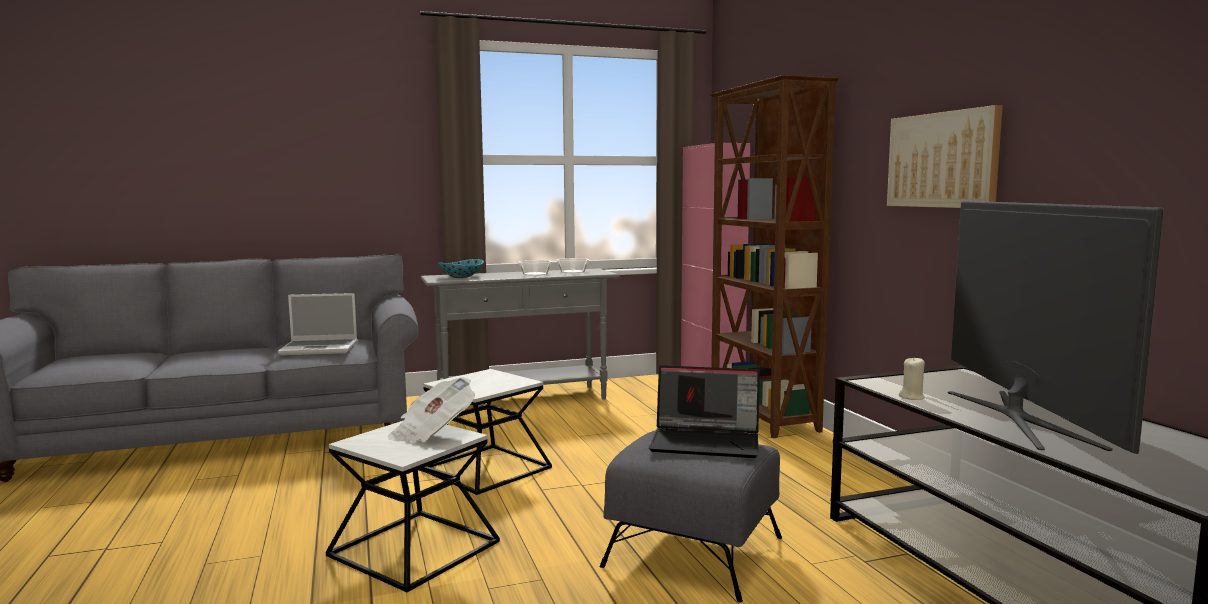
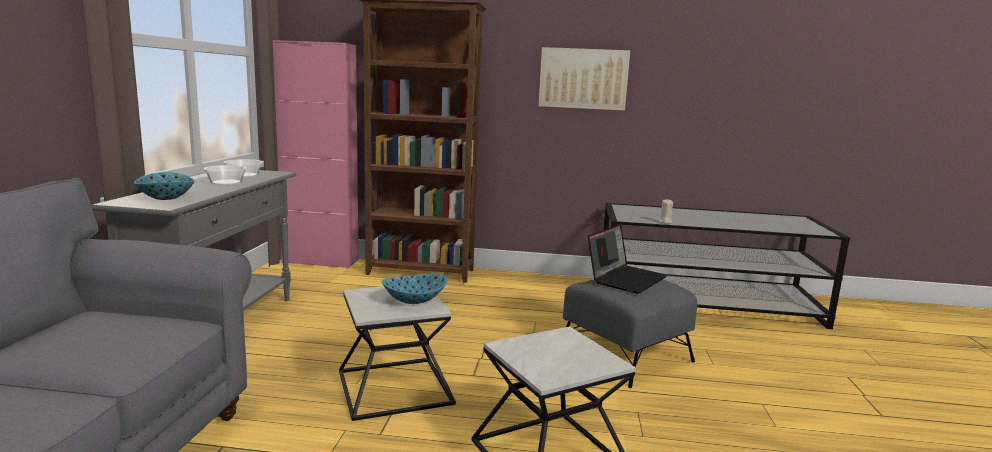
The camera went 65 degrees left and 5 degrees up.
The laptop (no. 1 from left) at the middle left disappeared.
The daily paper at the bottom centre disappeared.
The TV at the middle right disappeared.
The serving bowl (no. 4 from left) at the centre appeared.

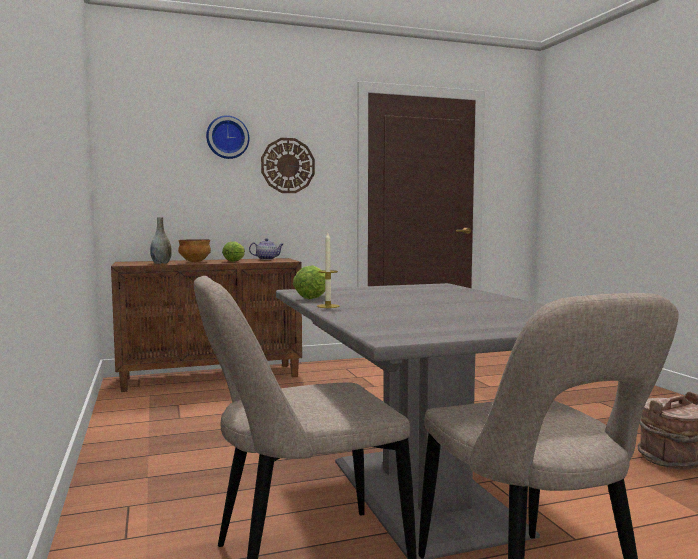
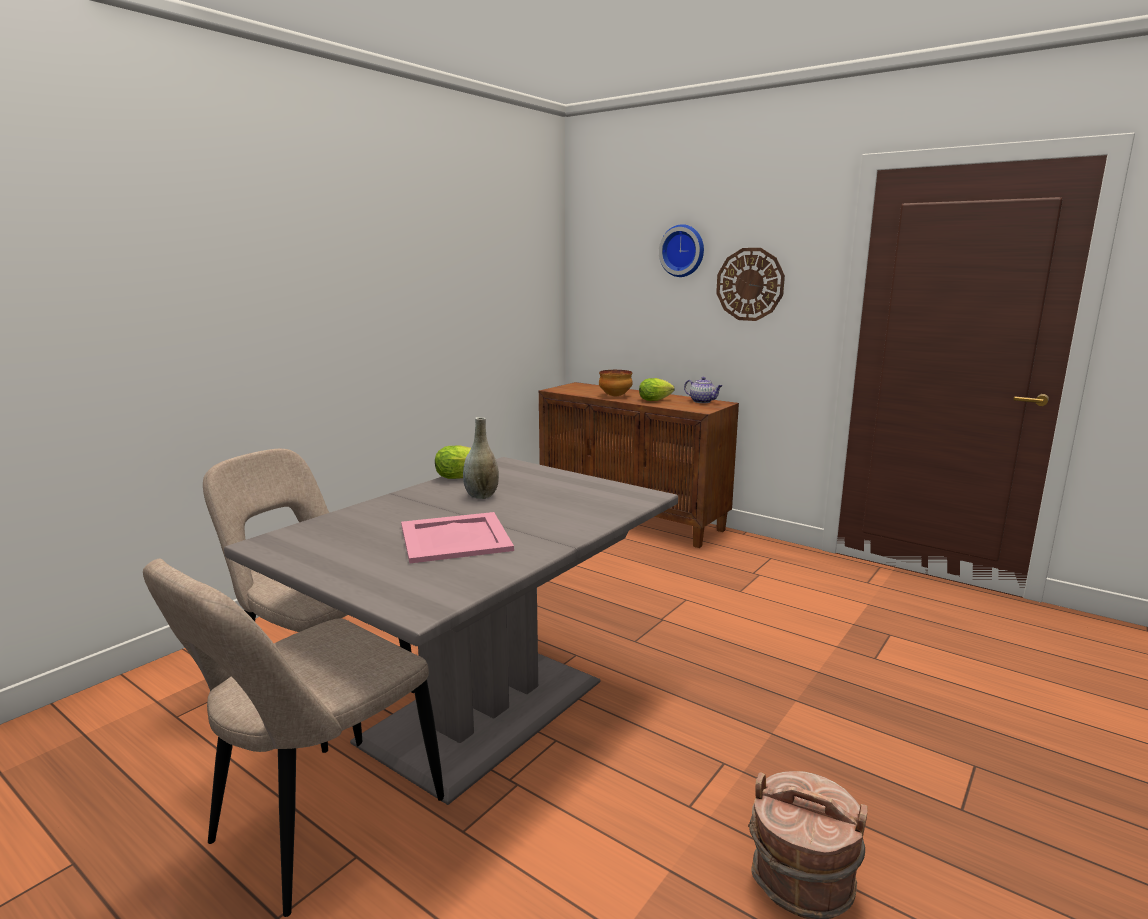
The camera went 55 degrees right and 10 degrees up.
The greyish flower vase moved from the middle left to the centre.
The wax candle at the centre disappeared.
The pinkish serving tray at the centre appeared.

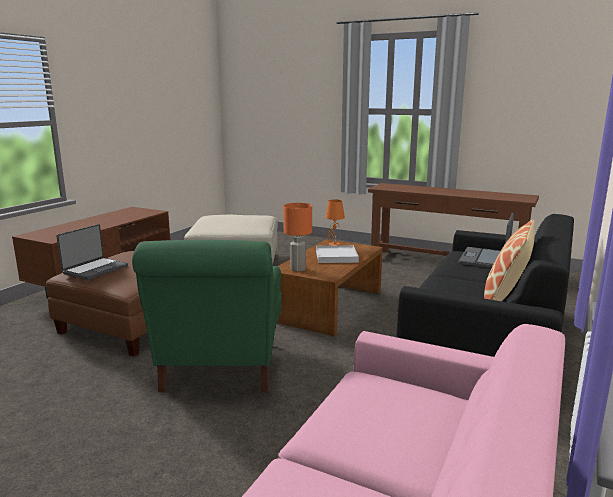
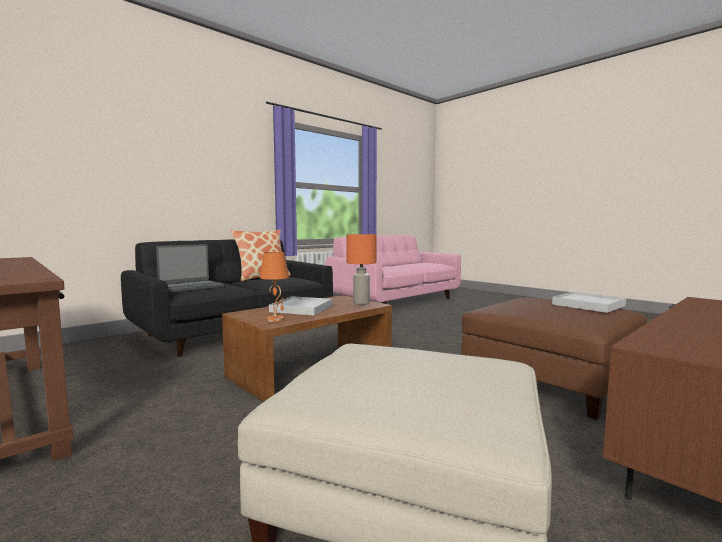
The camera went 160 degrees left and 10 degrees down.
The laptop (no. 1 from left) at the middle left was replaced by the white-coloured serving tray (no. 2 from left) at the middle right.
The greenish armchair at the centre disappeared.

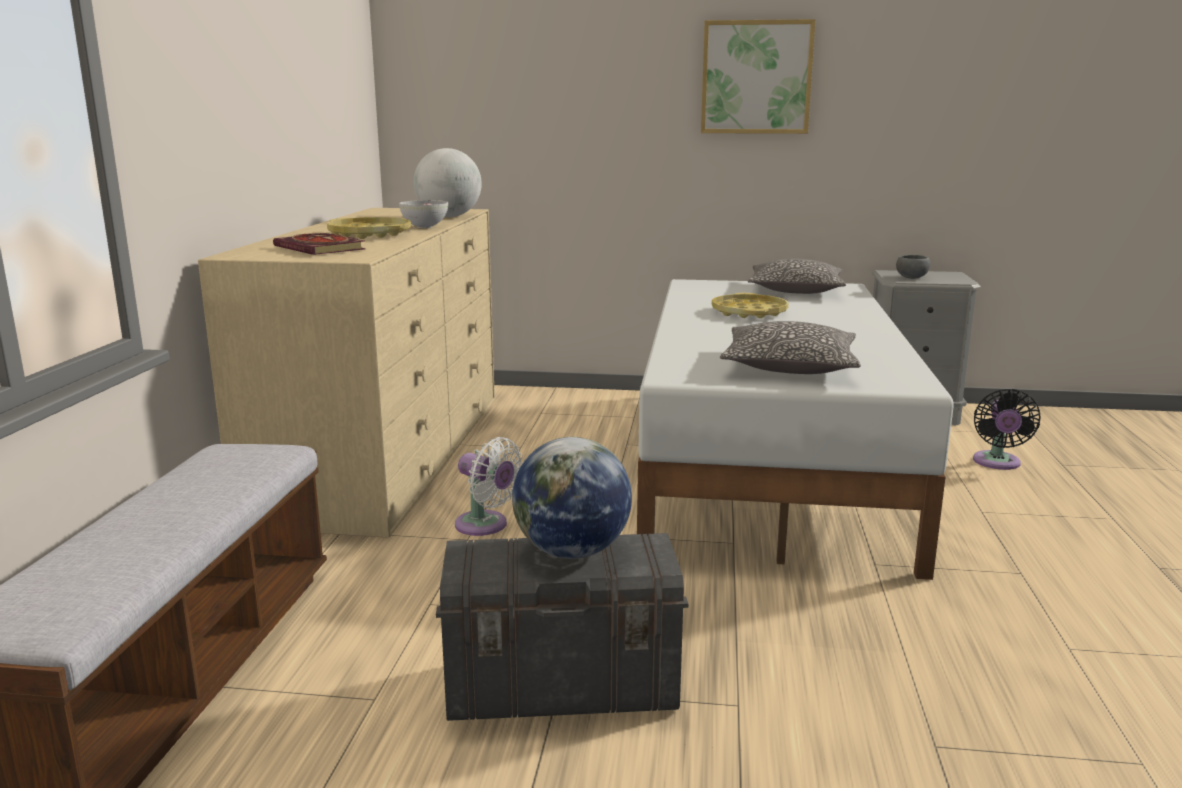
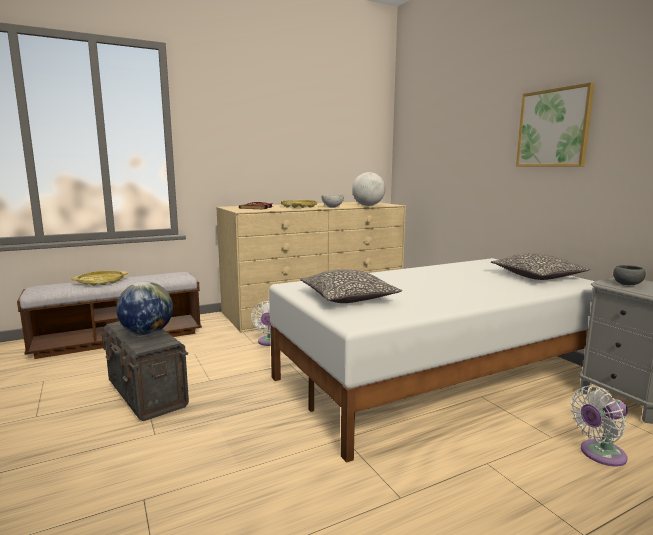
The camera went 55 degrees right and 5 degrees down.
The yellowish serving tray (no. 2 from left in the first image) moved from the centre to the middle left.
The black fan at the middle right became the white-coloured fan (no. 2 from left) at the bottom right.

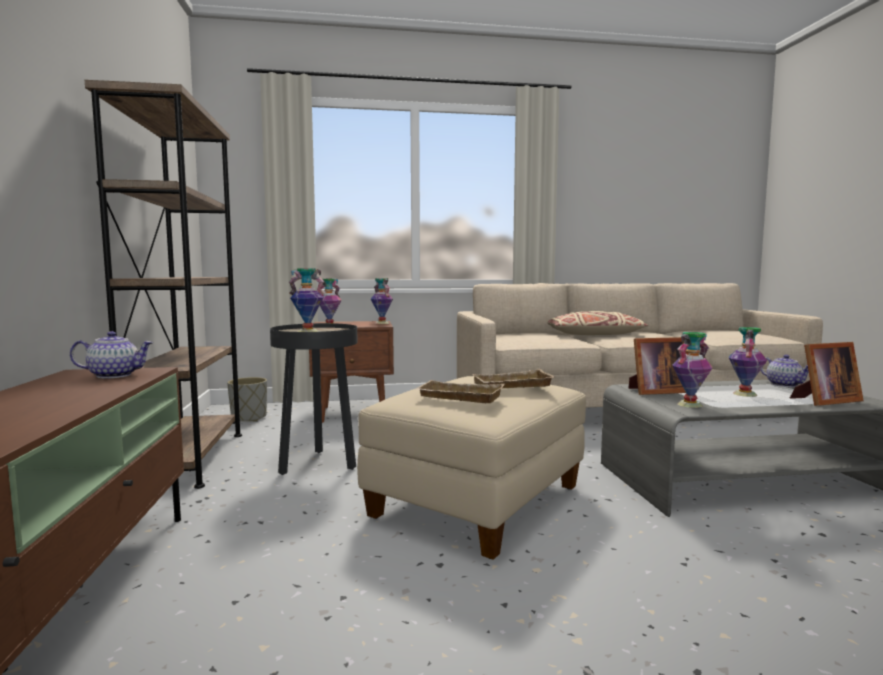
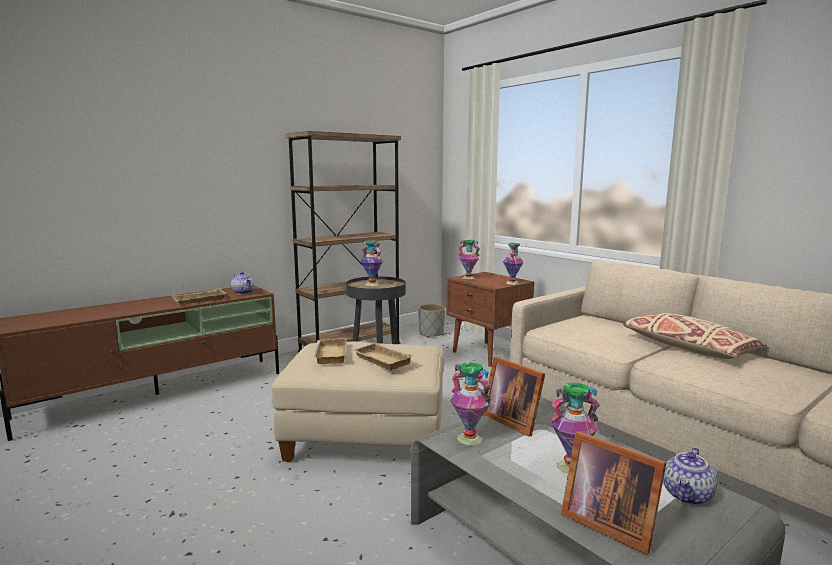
The camera went 60 degrees right and 5 degrees up.
The sand-coloured serving tray (no. 1 from left) at the middle left appeared.

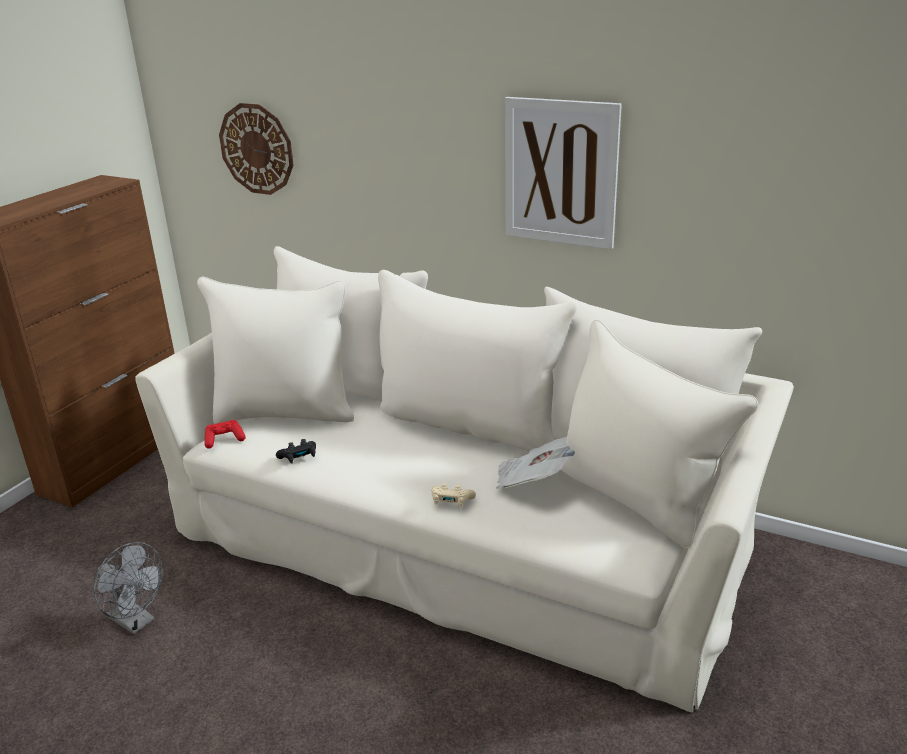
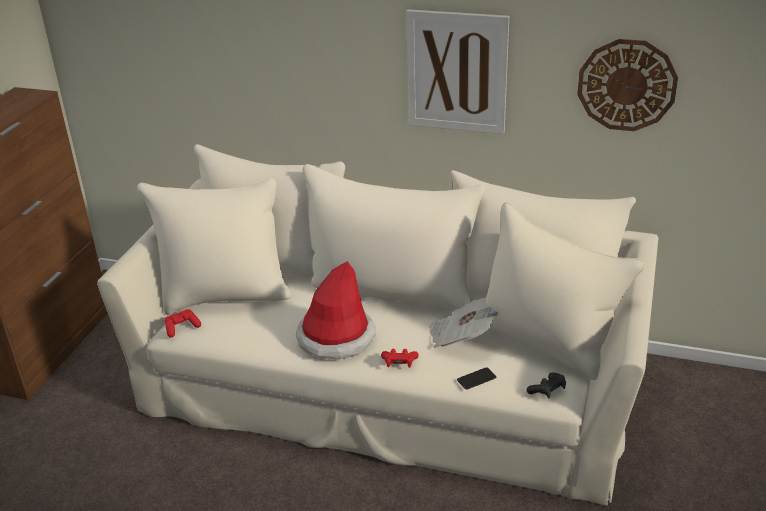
The camera went 10 degrees left and 5 degrees up.
The greyish fan at the bottom left disappeared.
The wall clock moved from the top left to the top right.
The black game controller moved from the middle left to the bottom right.
The sand-coloured game controller at the centre became the reddish game controller (no. 2 from left) at the bottom centre.
The clothing hat at the centre appeared.
The phone at the bottom centre appeared.

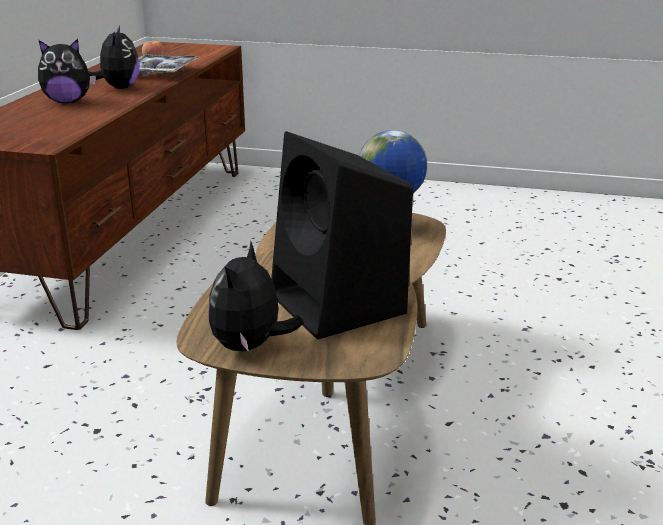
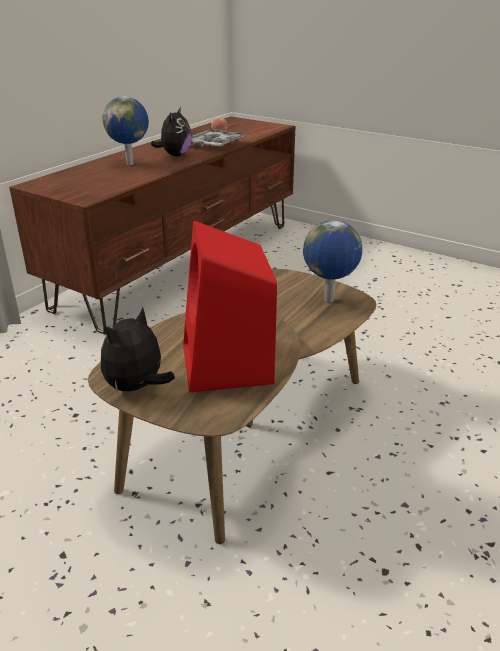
The camera went 20 degrees right and 5 degrees up.
The cuddly toy (no. 1 from left) at the top left was replaced by the desk globe (no. 1 from left) at the top left.
The black speaker at the centre became the reddish speaker at the centre.

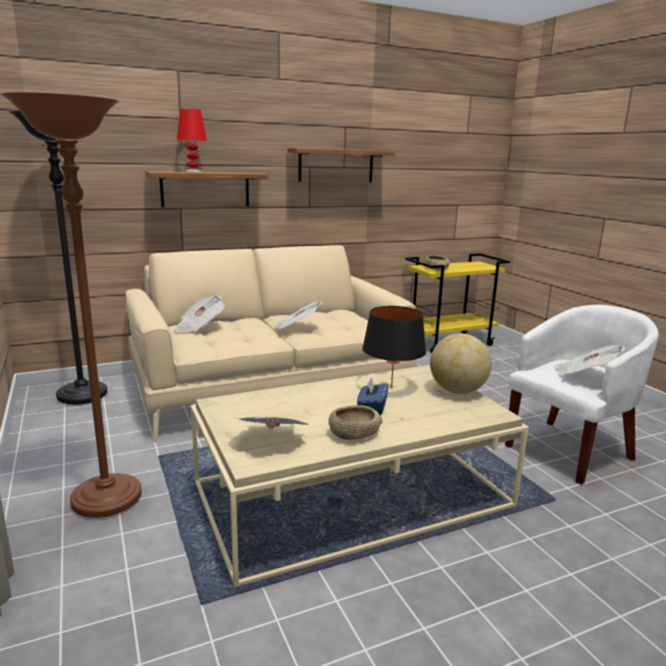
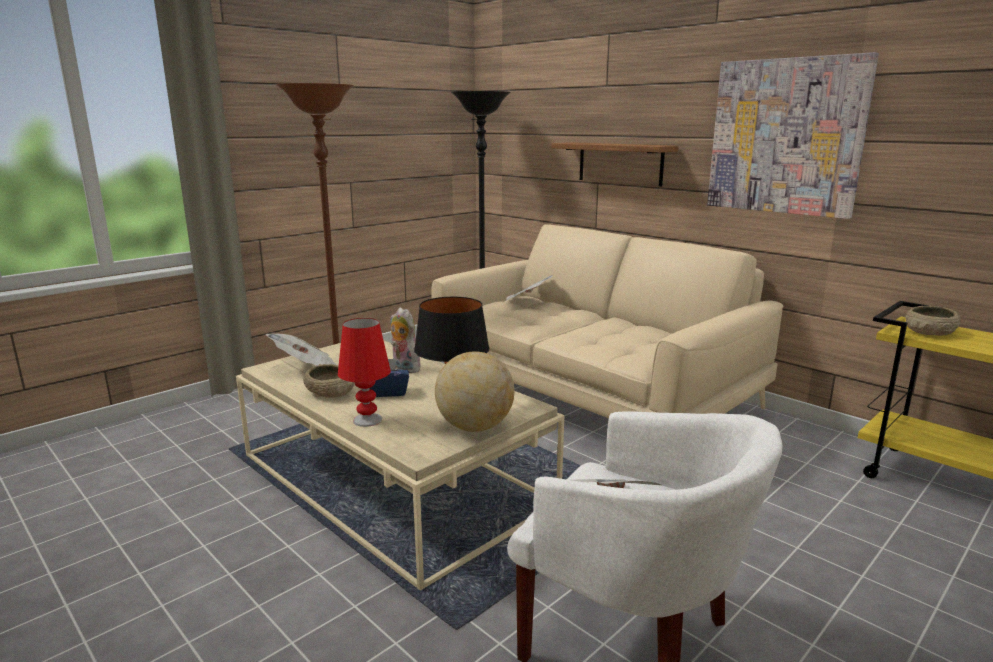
The camera went 70 degrees right and 0 degrees up.
The reddish tabletop lamp moved from the top left to the centre.
The daily paper (no. 3 from left) at the centre disappeared.
The bracket shelf (no. 2 from left) at the top centre was replaced by the wall art at the top right.
The cuddly toy at the centre appeared.

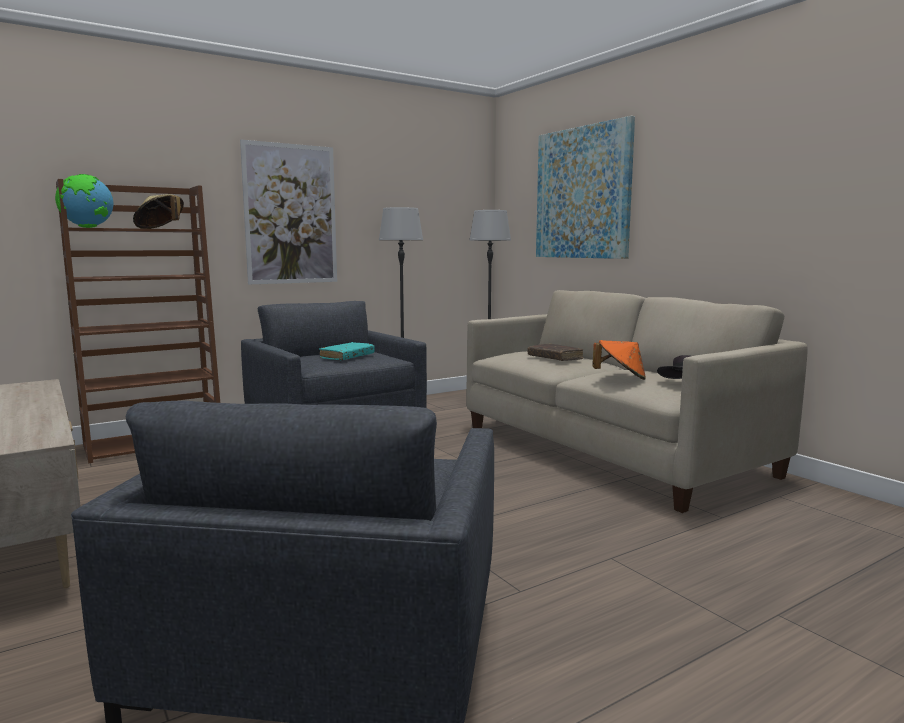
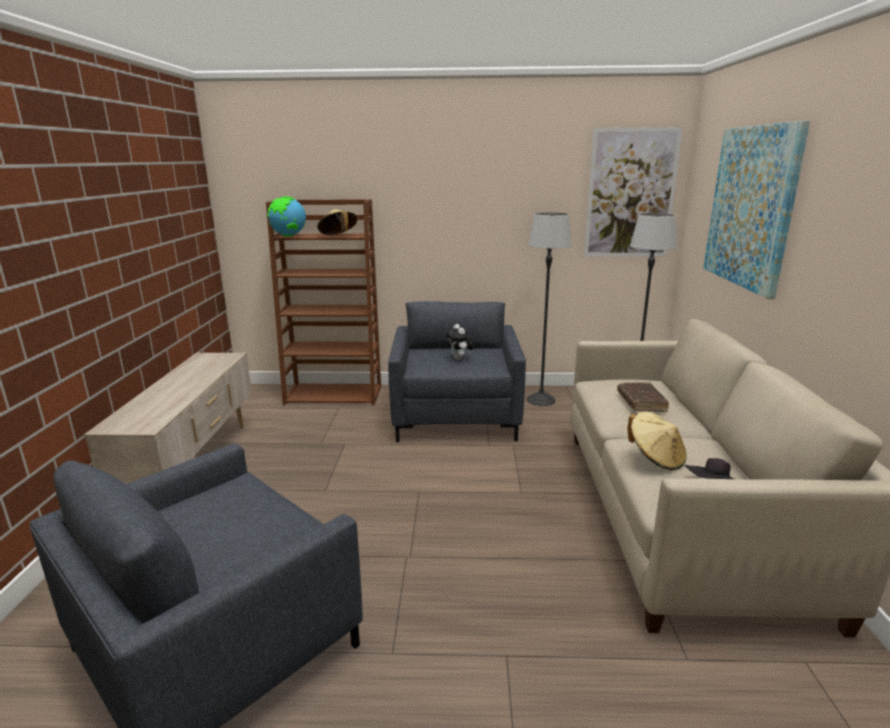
The camera went 35 degrees right and 10 degrees up.
The wall art (no. 1 from left) moved from the top left to the top right.
The turquoise-coloured volume at the centre was replaced by the cuddly toy at the centre.
The orange-coloured clothing hat at the middle right became the sand-coloured clothing hat (no. 2 from left) at the middle right.

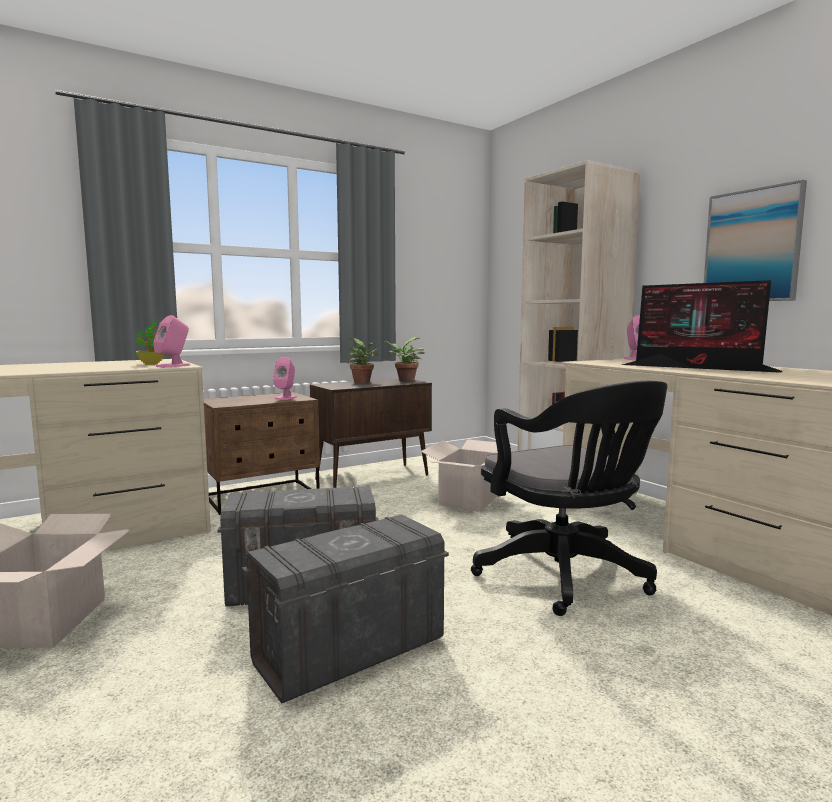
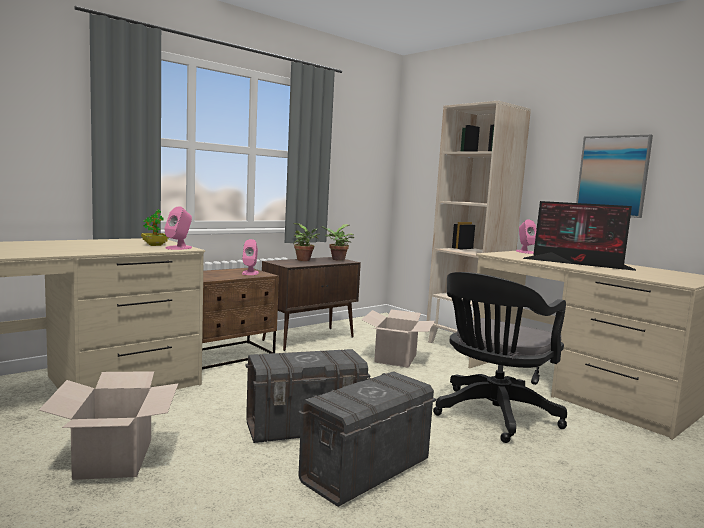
The camera went 10 degrees left and 0 degrees up.
The black office chair at the middle right turned 75 degrees clockwise.

